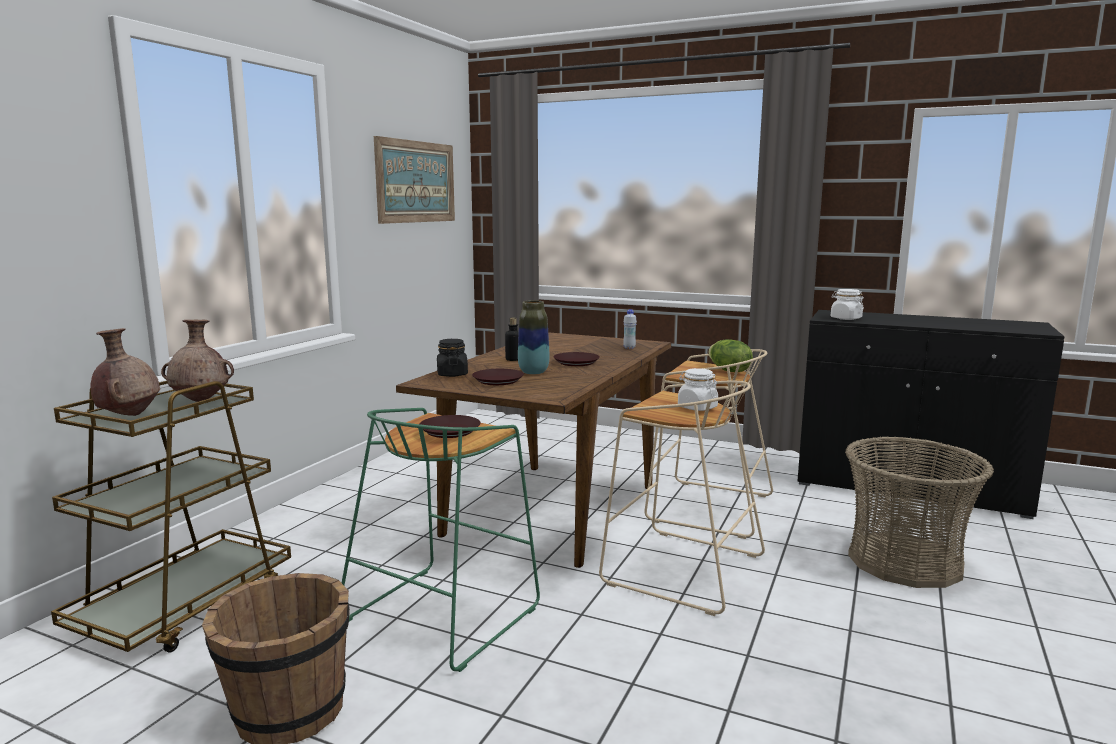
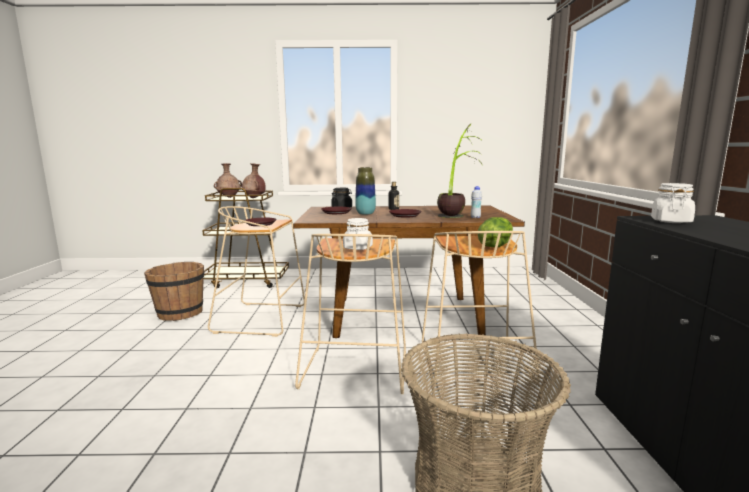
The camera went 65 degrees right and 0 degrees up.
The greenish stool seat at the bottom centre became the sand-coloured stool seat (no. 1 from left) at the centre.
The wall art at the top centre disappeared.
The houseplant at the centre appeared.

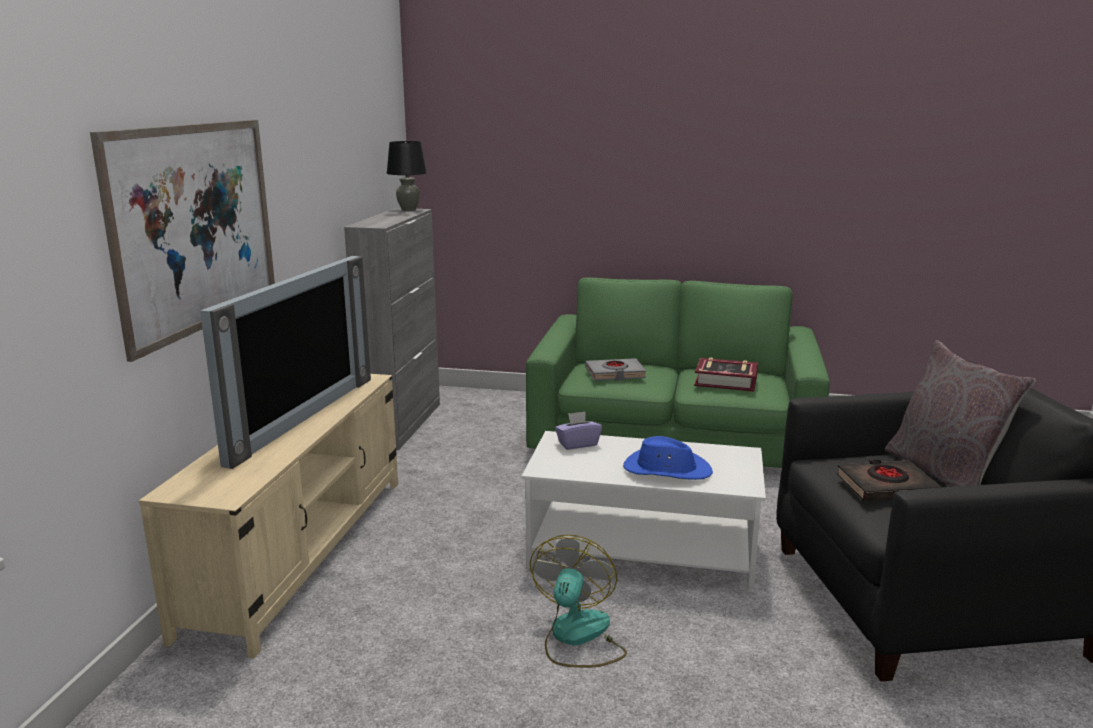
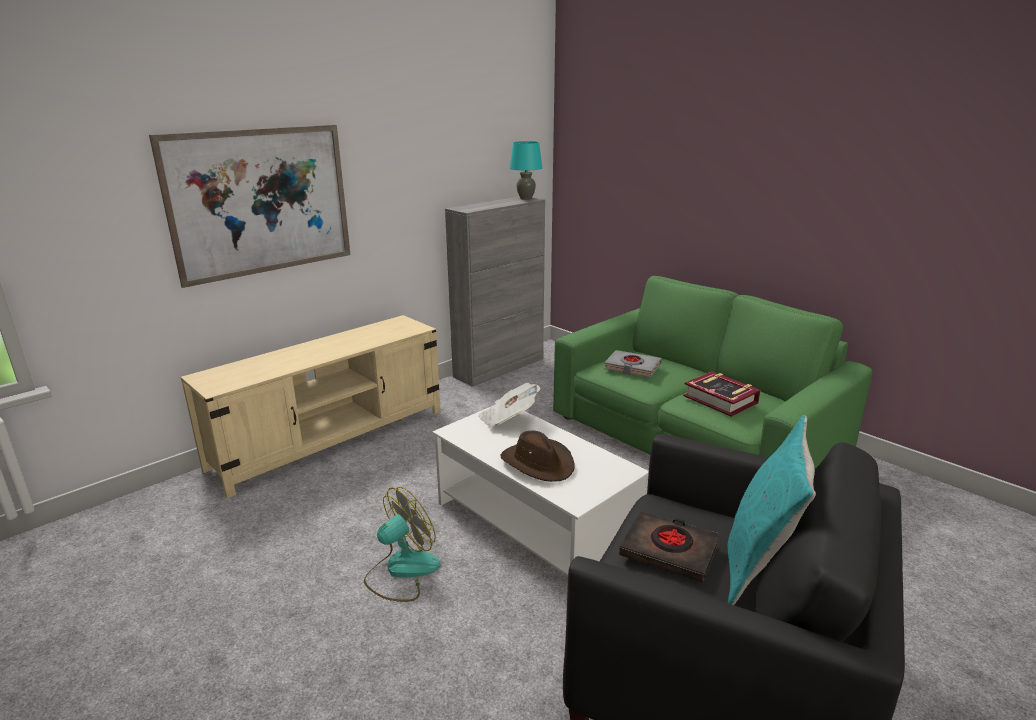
The camera went 35 degrees right and 5 degrees up.
The TV at the middle left disappeared.
The black tabletop lamp at the top centre became the turquoise-coloured tabletop lamp at the top centre.
The purplish tissue holder at the centre was replaced by the daily paper at the centre.
The blue clothing hat at the centre became the brown clothing hat at the centre.
The greyish cushion at the middle right became the turquoise-coloured cushion at the bottom right.

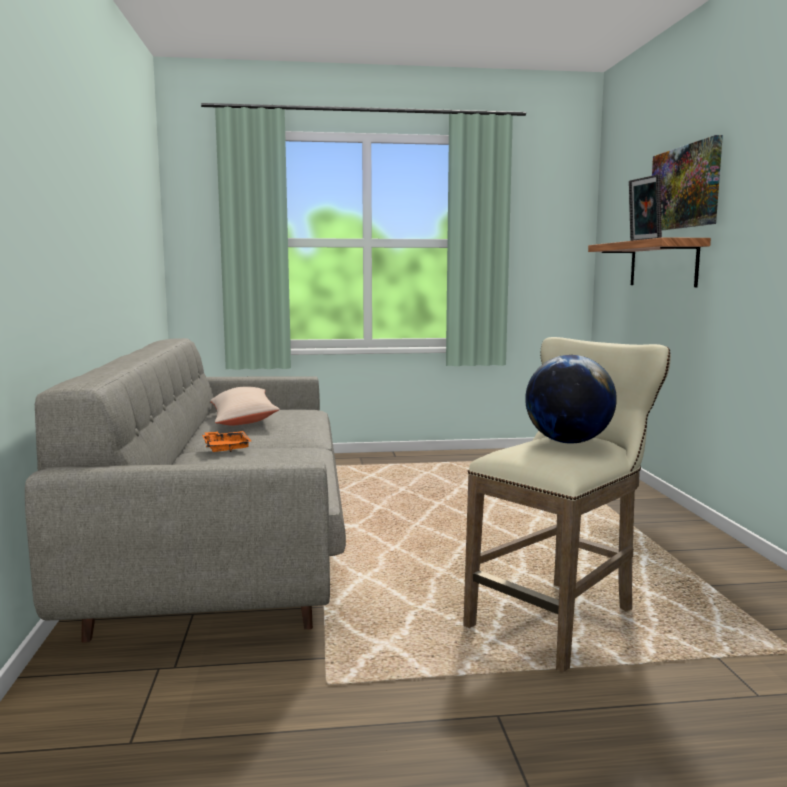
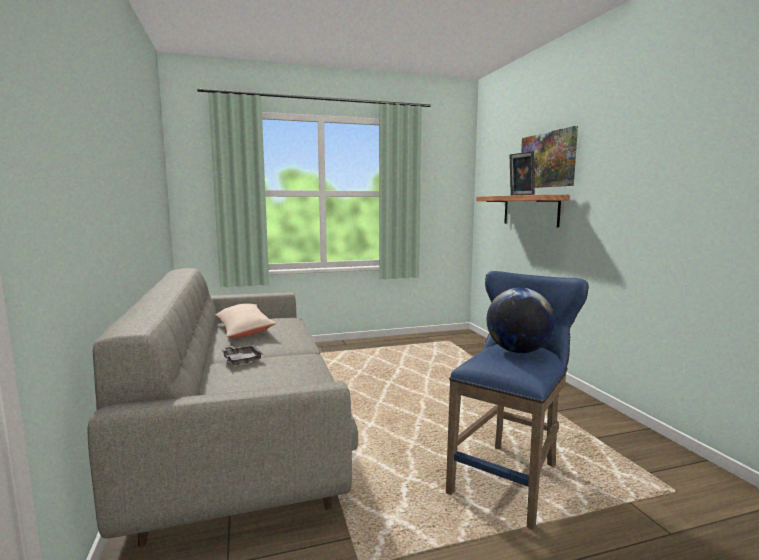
The camera went 10 degrees left and 0 degrees up.
The orange-coloured serving tray at the middle left became the greyish serving tray at the middle left.
The sand-coloured stool seat at the middle right became the blue stool seat at the bottom right.

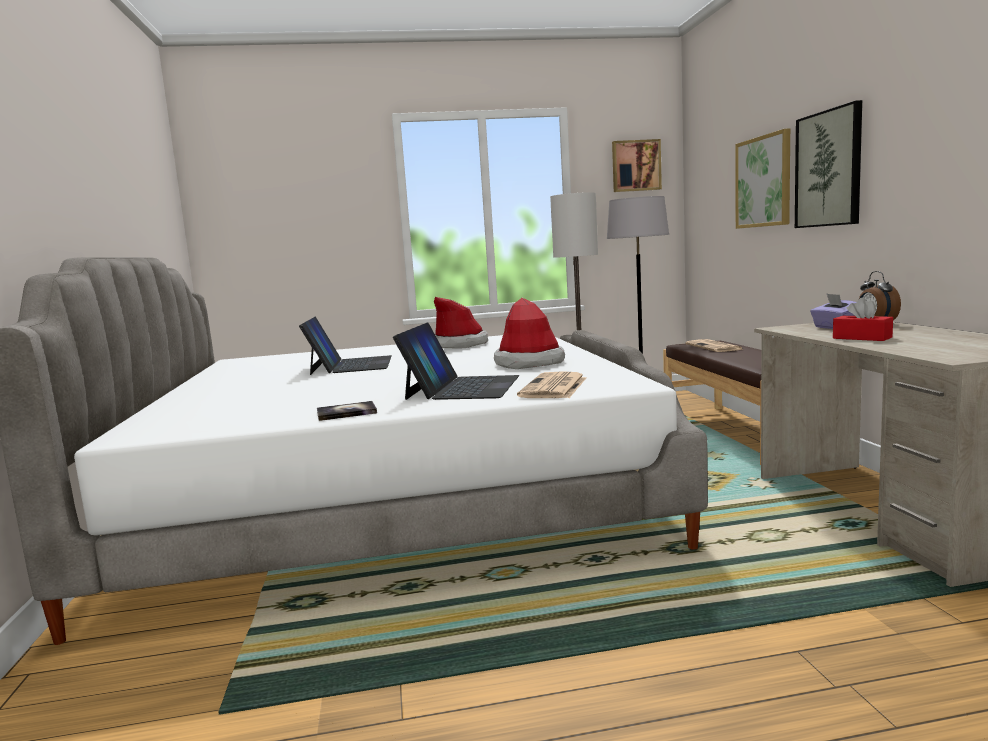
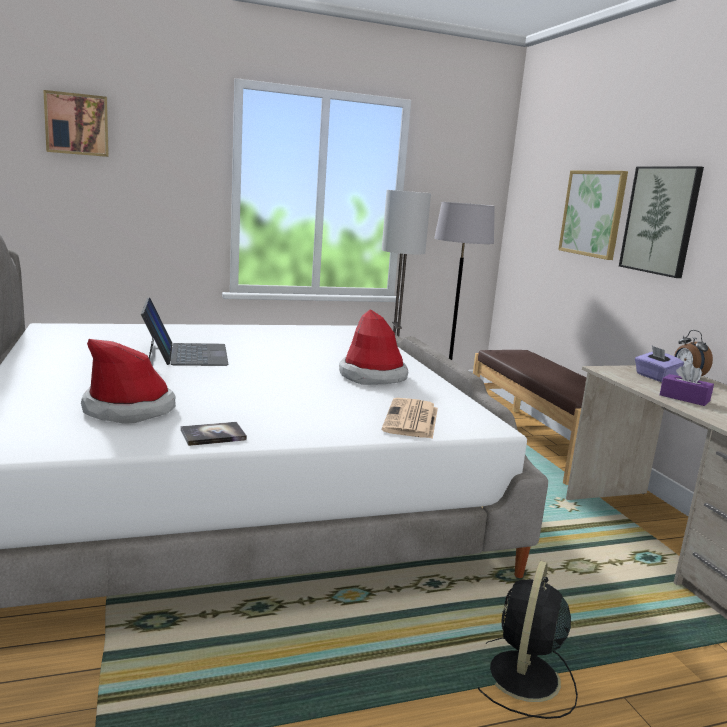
The camera went 10 degrees left and 5 degrees up.
The laptop (no. 2 from left) at the centre disappeared.
The clothing hat (no. 1 from left) moved from the centre to the middle left.
The wall art (no. 1 from left) moved from the top centre to the top left.
The daily paper (no. 2 from left) at the middle right disappeared.
The reddish tissue holder at the middle right became the purplish tissue holder (no. 2 from left) at the middle right.
The black fan at the bottom right appeared.

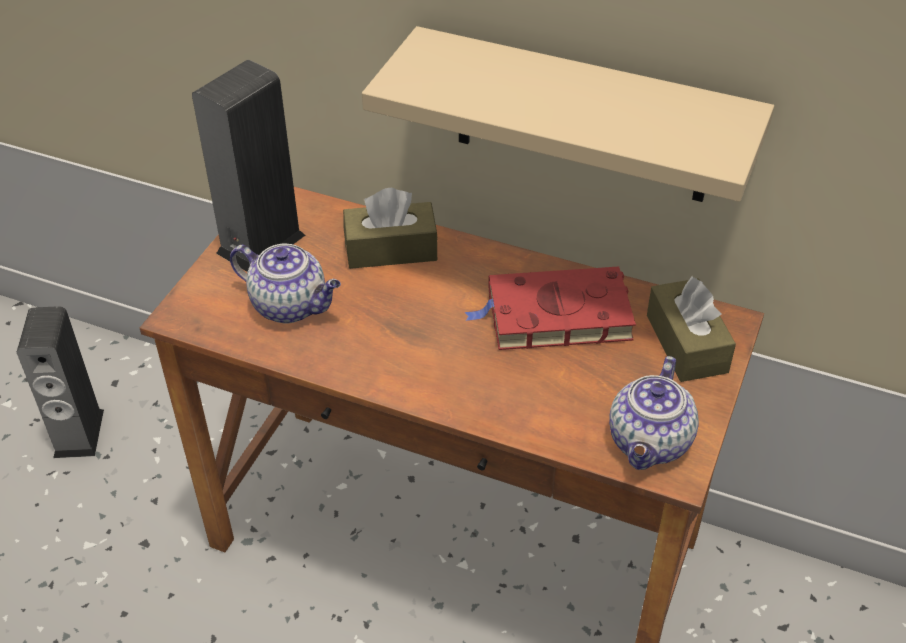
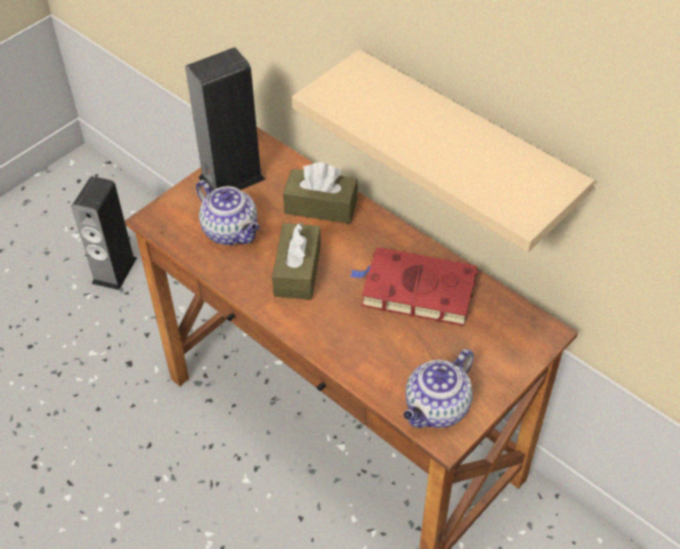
The camera went 20 degrees right and 5 degrees up.
The brown tissue holder (no. 2 from left in the first image) moved from the middle right to the centre.

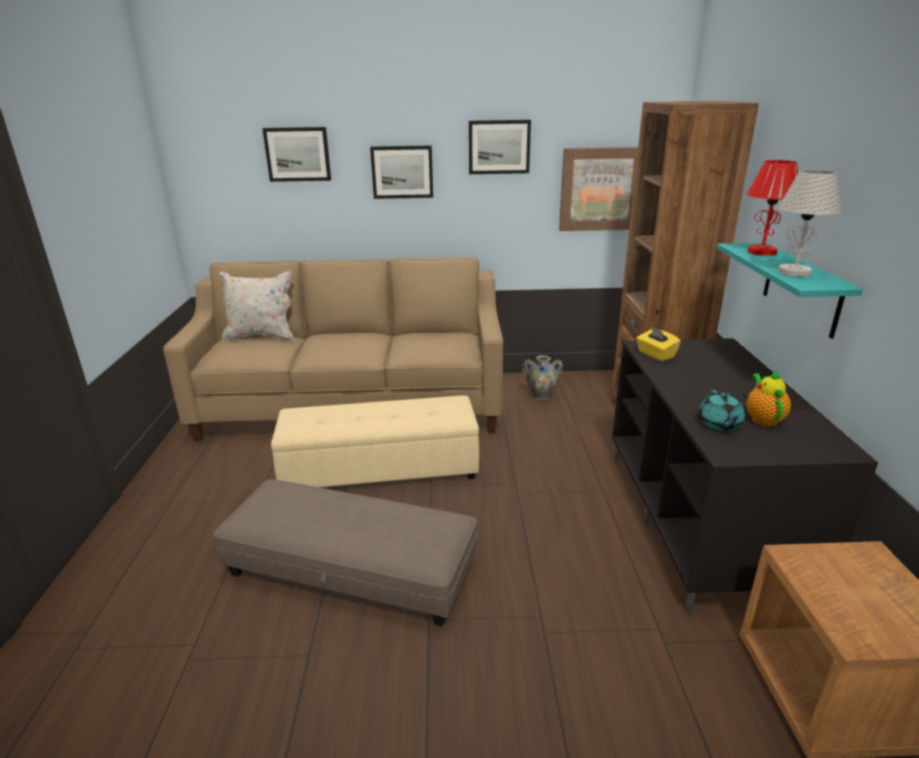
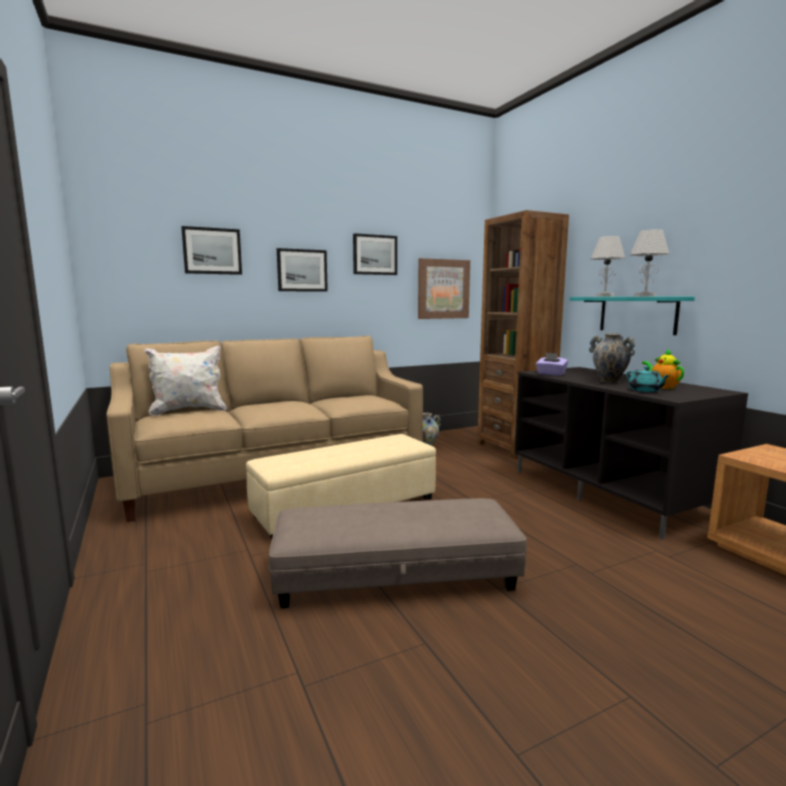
The camera went 25 degrees left and 15 degrees down.
The yellowish tissue holder at the middle right became the purplish tissue holder at the middle right.
The reddish tabletop lamp at the top right became the white-coloured tabletop lamp (no. 1 from left) at the middle right.
The flower vase (no. 2 from left) at the middle right appeared.

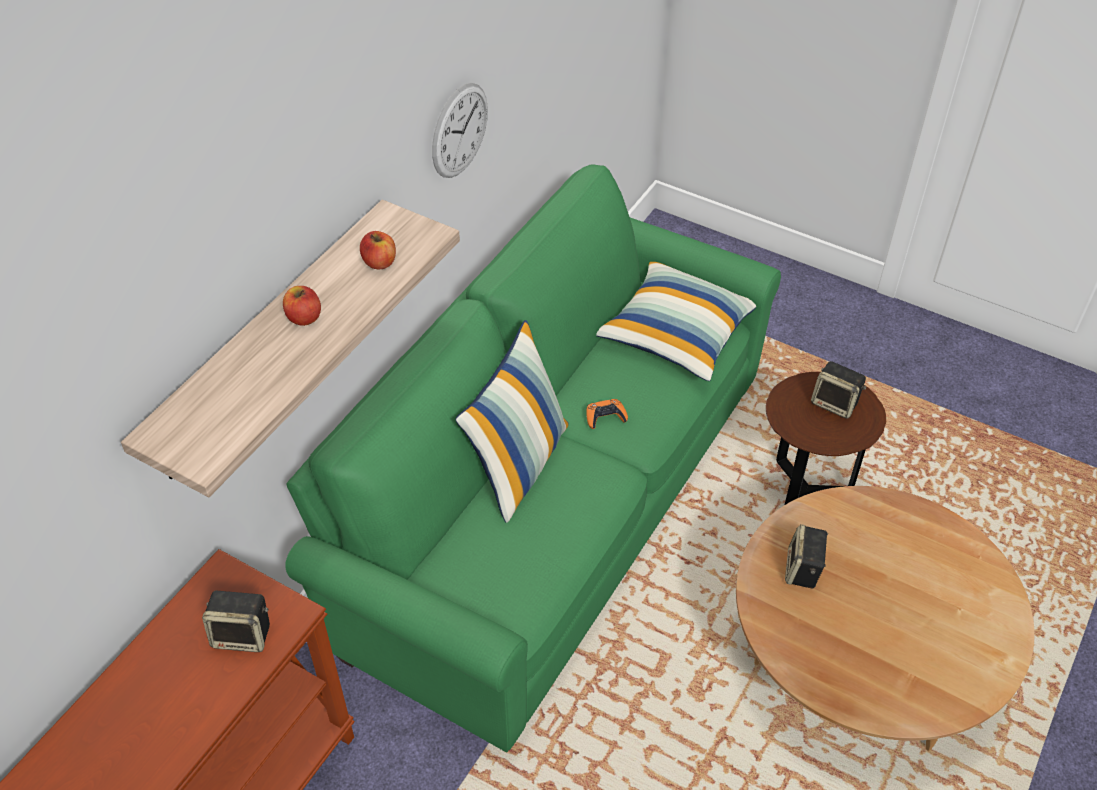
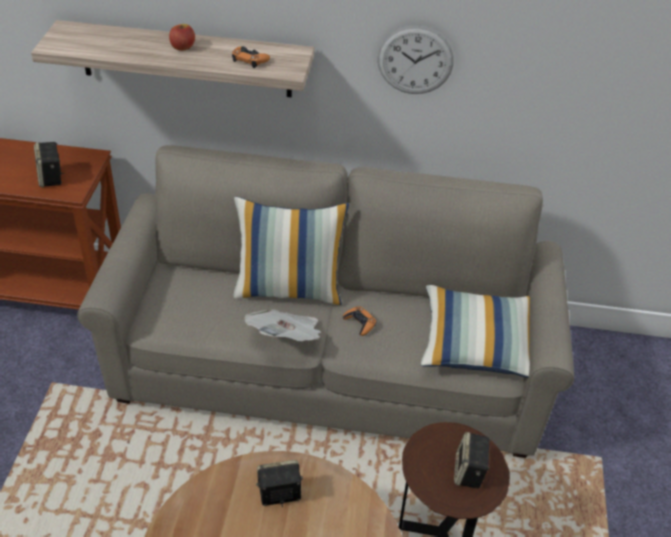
The camera went 65 degrees right and 5 degrees down.
The greenish sofa at the centre became the sand-coloured sofa at the centre.
The apple fruit (no. 2 from left) at the top centre was replaced by the orange-coloured game controller (no. 1 from left) at the top centre.
The daily paper at the centre appeared.

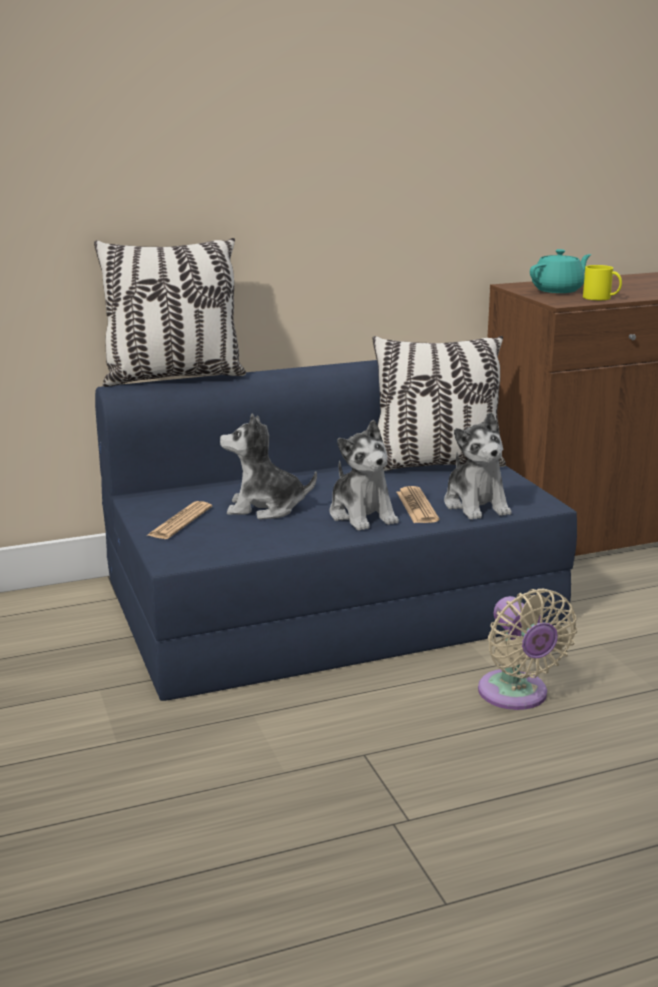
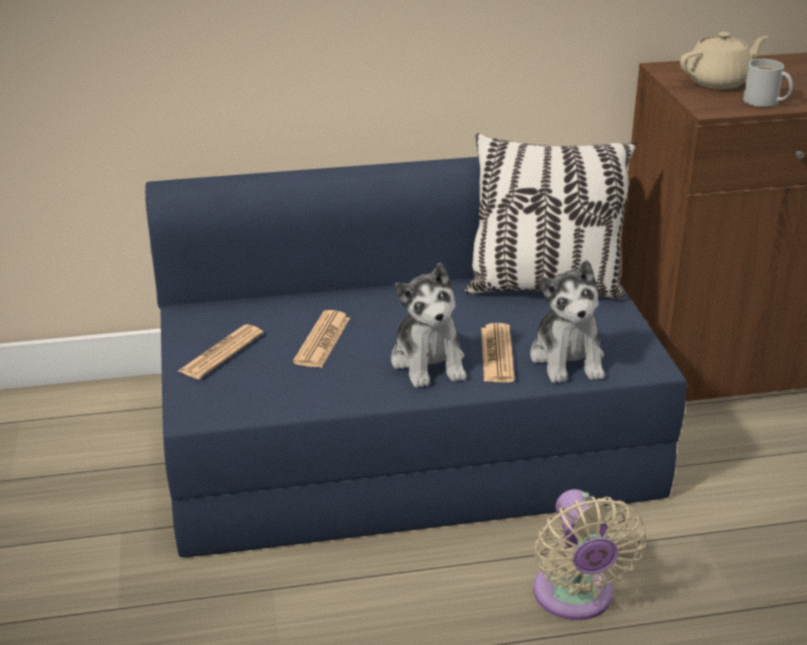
The camera went 10 degrees right and 10 degrees up.
The cushion (no. 1 from left) at the top left disappeared.
The cuddly toy (no. 1 from left) at the centre was replaced by the daily paper (no. 2 from left) at the centre.
The turquoise-coloured pot for tea at the top right became the sand-coloured pot for tea at the top right.
The yellowish tea mug at the top right became the white-coloured tea mug at the top right.

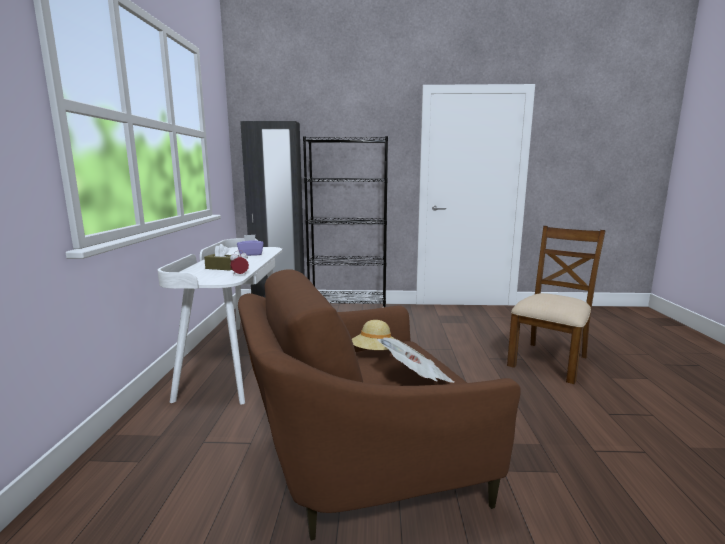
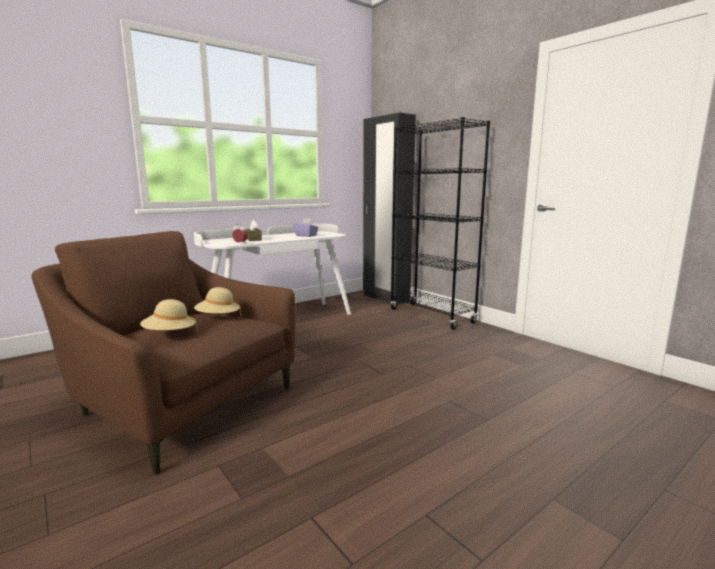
The camera went 50 degrees right and 0 degrees up.
The daily paper at the centre was replaced by the sand-coloured clothing hat (no. 1 from left) at the middle left.
The brown upright chair at the middle right disappeared.

